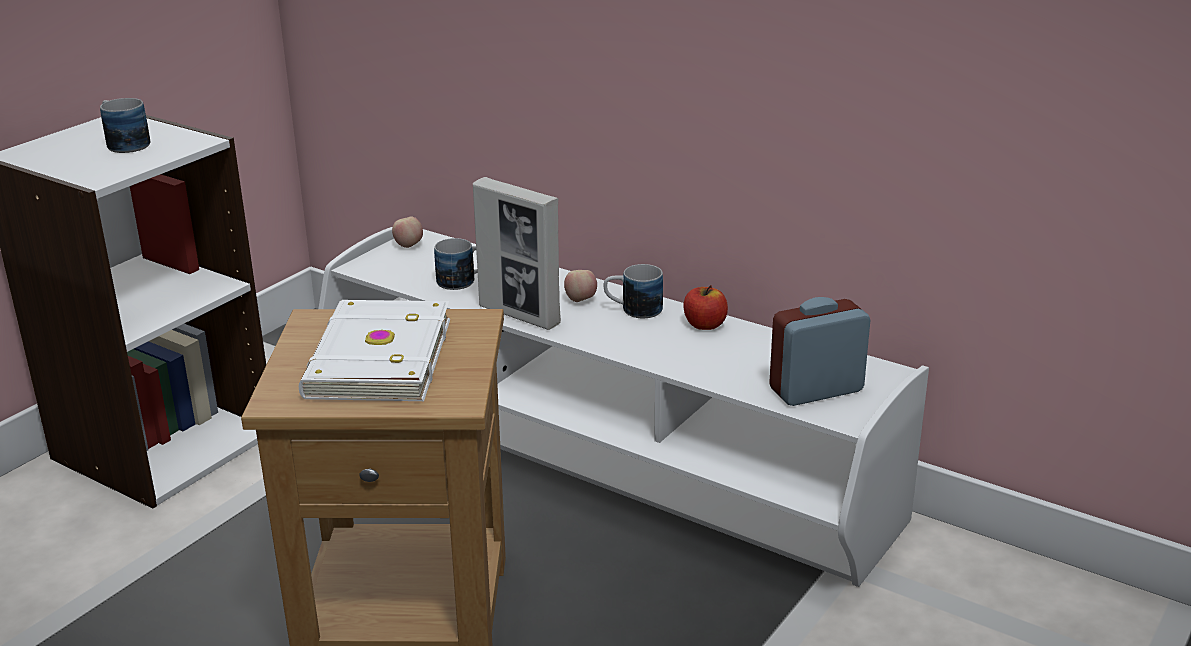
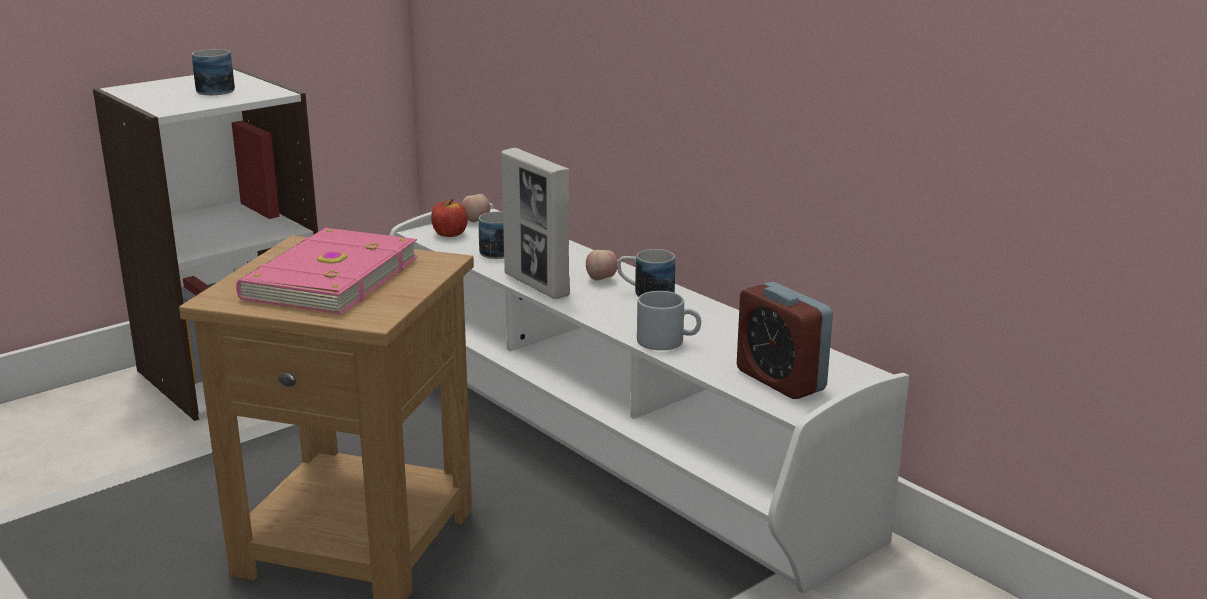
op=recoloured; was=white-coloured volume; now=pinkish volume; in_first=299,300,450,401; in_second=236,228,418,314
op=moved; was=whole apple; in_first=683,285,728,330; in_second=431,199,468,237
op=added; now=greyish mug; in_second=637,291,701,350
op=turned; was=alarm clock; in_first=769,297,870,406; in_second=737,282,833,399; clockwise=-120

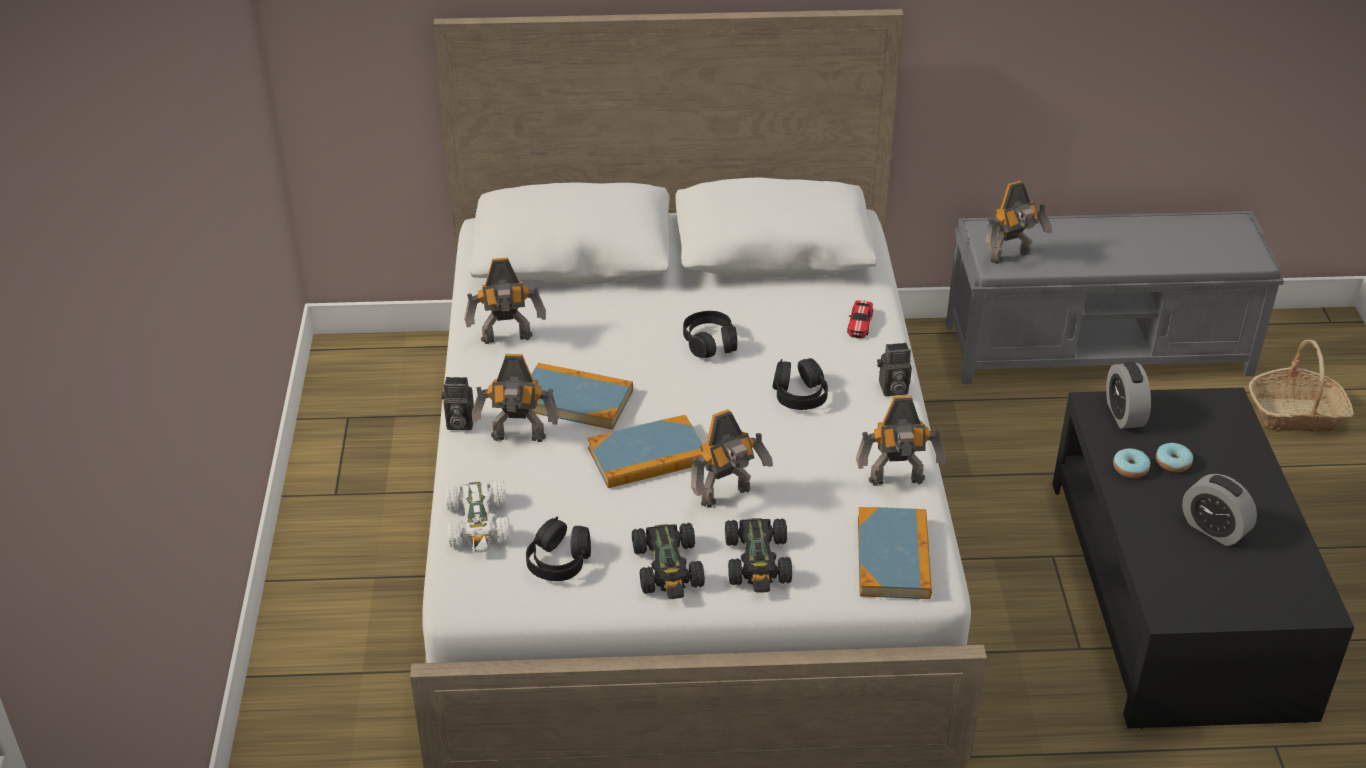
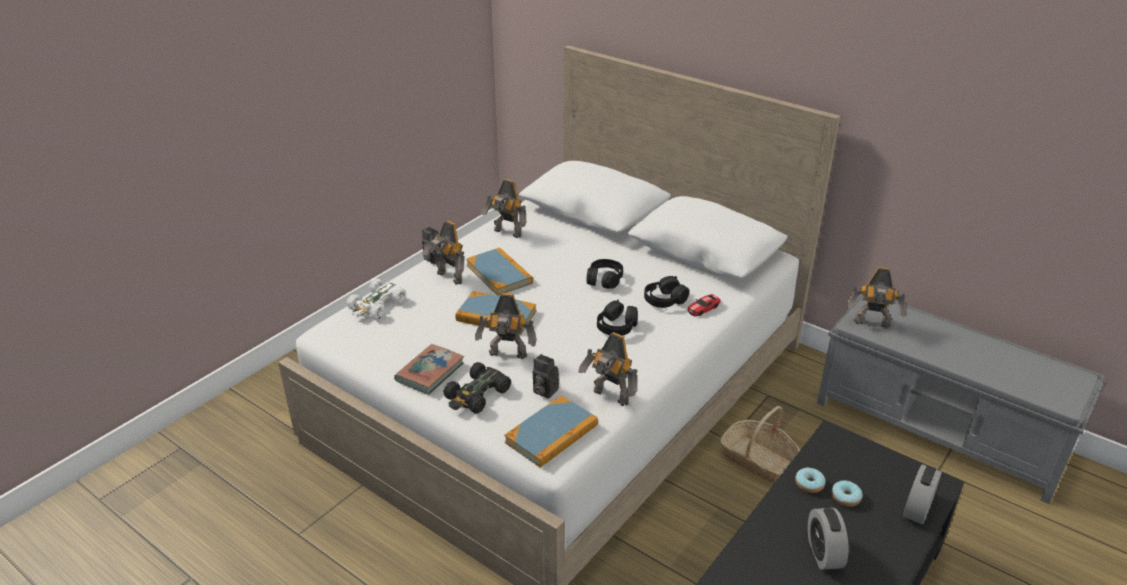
op=replaced; was=black-coloured miniature car; now=volume; in_first=632,523,705,599; in_second=394,344,464,395
op=moved; was=photo camera; in_first=877,343,912,396; in_second=533,354,559,399
op=moved; was=black-coloured headphones; in_first=526,517,591,581; in_second=644,276,689,308
op=moved; was=basket; in_first=1249,340,1354,432; in_second=720,406,800,482
op=moved; was=alarm clock; in_first=1106,362,1151,429; in_second=903,464,942,524

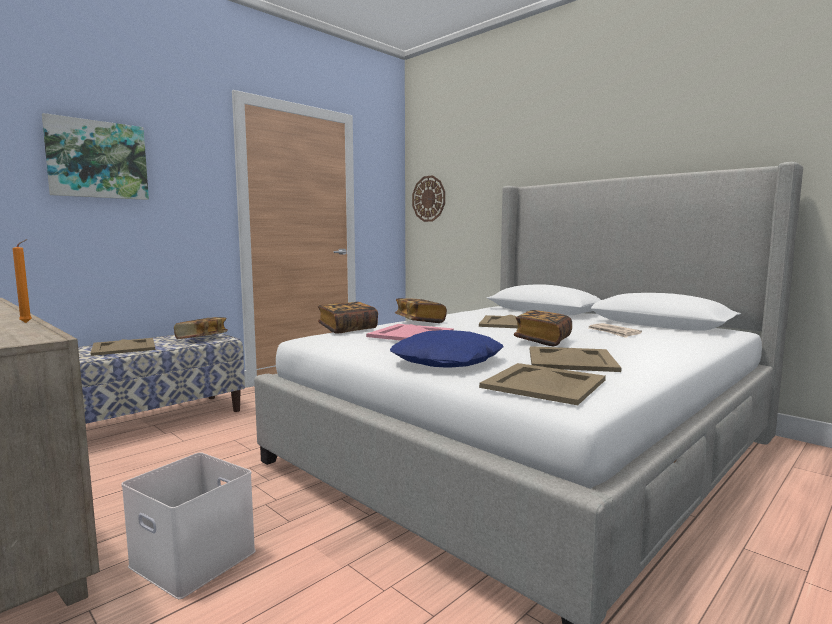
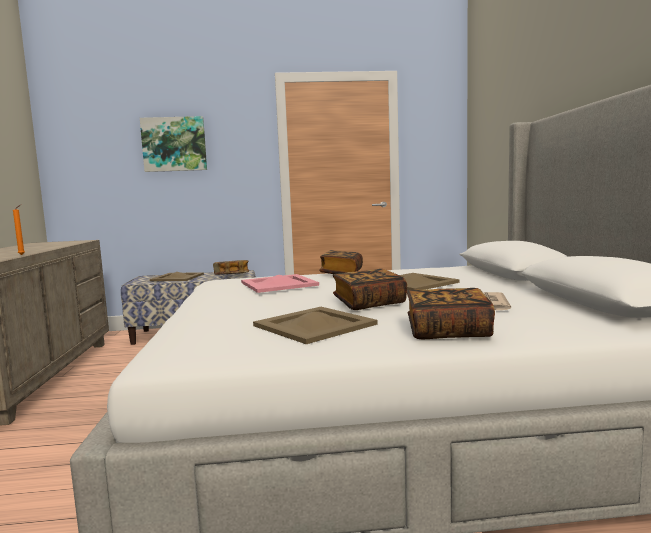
op=moved; was=volume; in_first=318,302,378,334; in_second=407,288,495,339
op=removed; was=white-coloured storage container; in_first=121,452,256,599
op=removed; was=blue pillow; in_first=390,330,504,368
op=removed; was=hanging clock; in_first=412,175,445,222
op=removed; was=sand-coloured tray; in_first=479,363,606,405

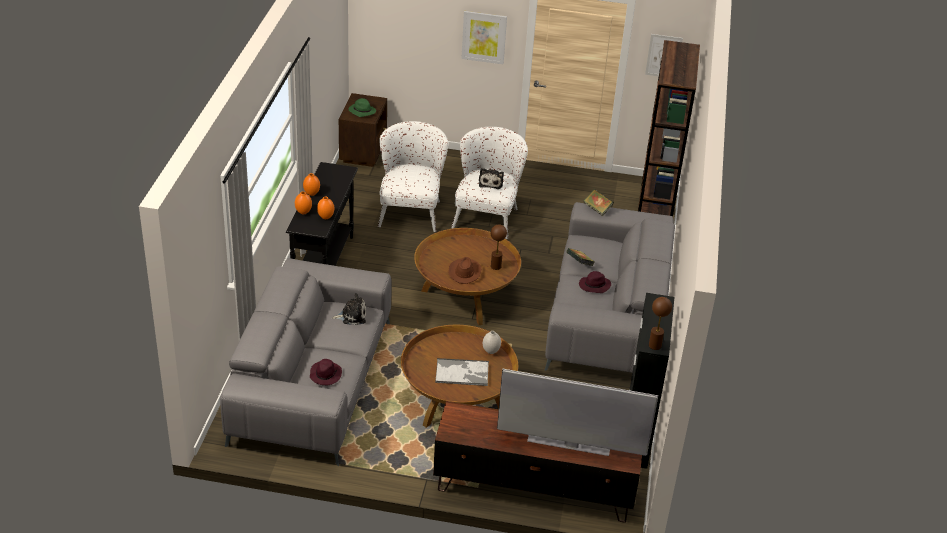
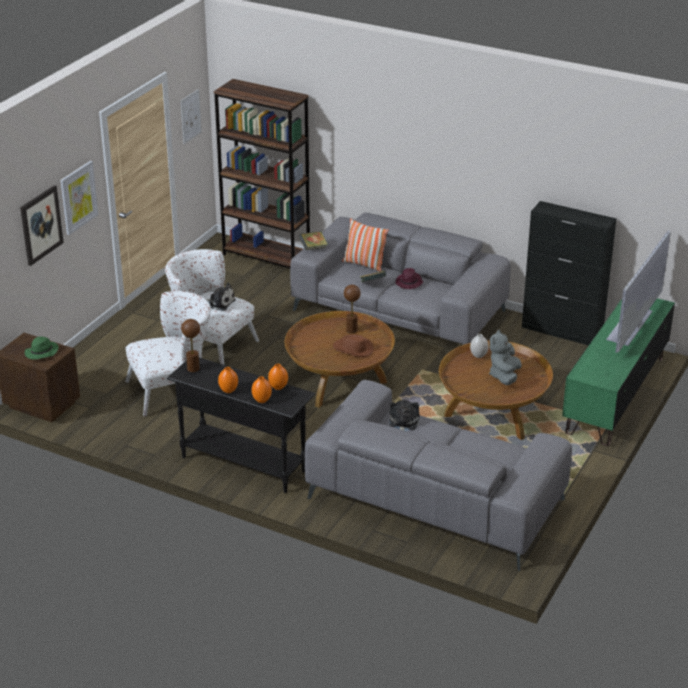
op=added; now=wall art; in_second=20,185,64,266
op=turned; was=white-coloured easy chair; in_first=378,121,449,232; in_second=125,291,211,417; clockwise=135
op=moved; was=brown tabletop lamp; in_first=649,297,672,350; in_second=181,319,200,372
op=added; now=pillow; in_second=342,219,388,271
op=replaced; was=tray; now=greyish soft toy; in_first=435,358,489,386; in_second=489,329,522,385
op=recoloured; was=brown media console; now=greenish media console; in_first=433,401,642,523; in_second=562,298,675,446
op=removed; was=purple clothing hat; in_first=310,359,342,385

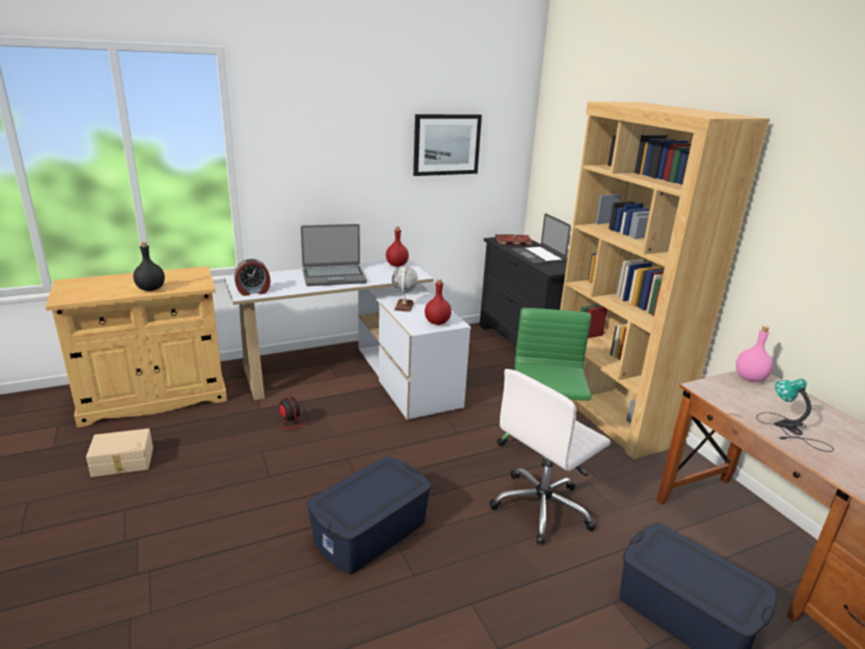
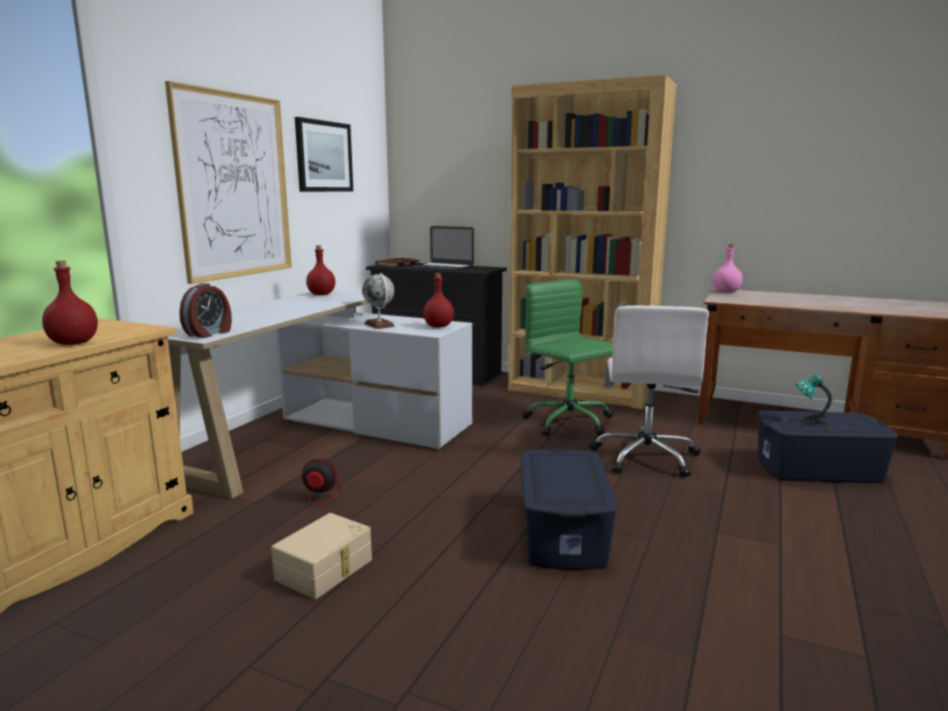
op=recoloured; was=black-coloured bottle; now=red-coloured bottle; in_first=133,242,165,291; in_second=42,261,98,345
op=added; now=wall art; in_second=165,81,292,284
op=moved; was=sand-coloured storage container; in_first=86,428,153,477; in_second=271,513,372,599
op=moved; was=tabletop lamp; in_first=756,378,834,452; in_second=785,374,859,432
op=removed; was=notebook computer; in_first=301,224,367,286

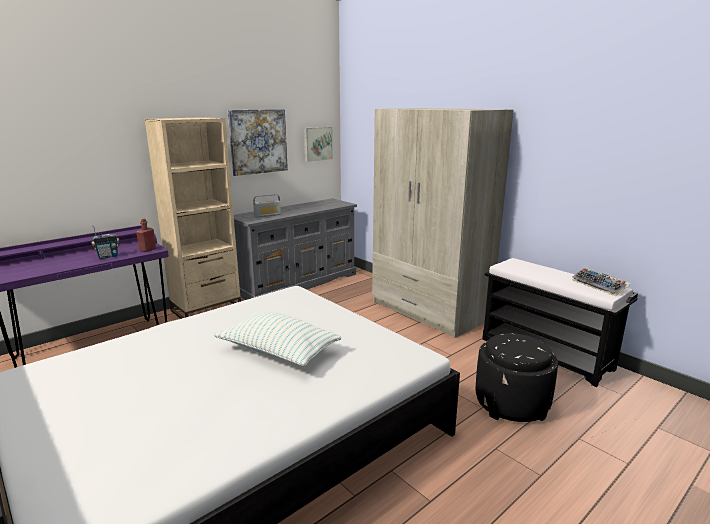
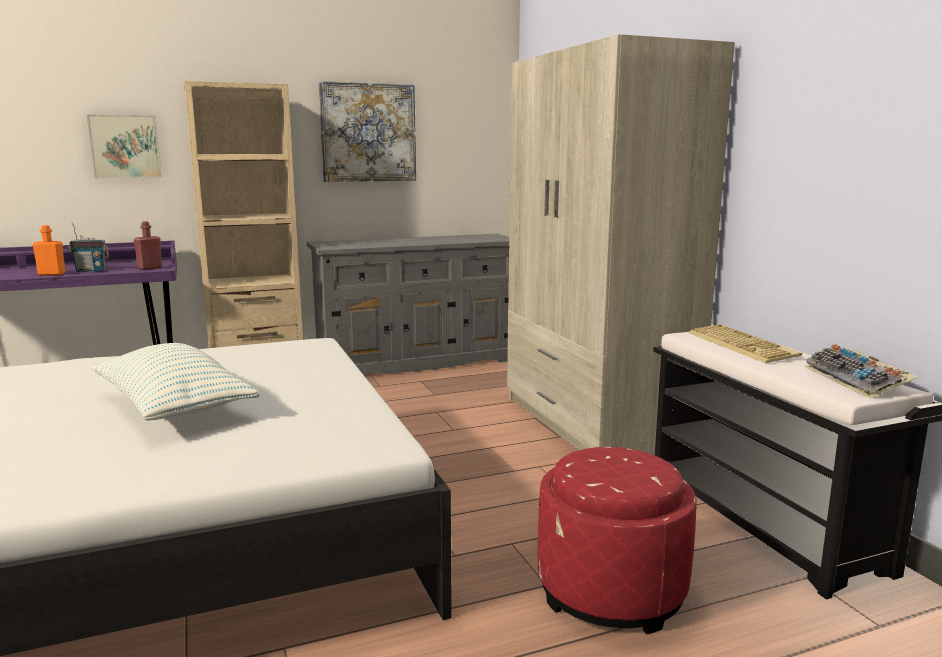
op=added; now=orange bottle; in_second=33,225,66,276
op=moved; was=wall art; in_first=304,127,333,162; in_second=87,114,162,178
op=recoloured; was=black-coloured footrest; now=red-coloured footrest; in_first=475,333,558,422; in_second=538,447,697,634
op=added; now=computer keyboard; in_second=689,324,802,363
op=removed; was=radio set; in_first=253,194,281,218

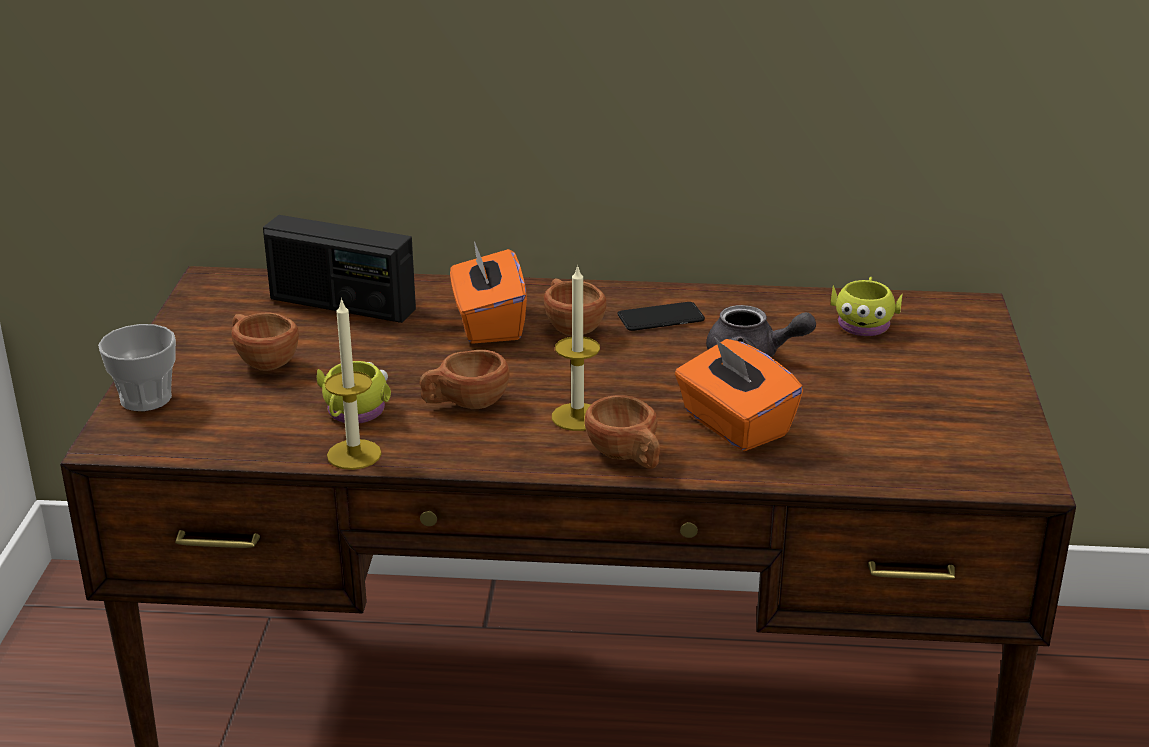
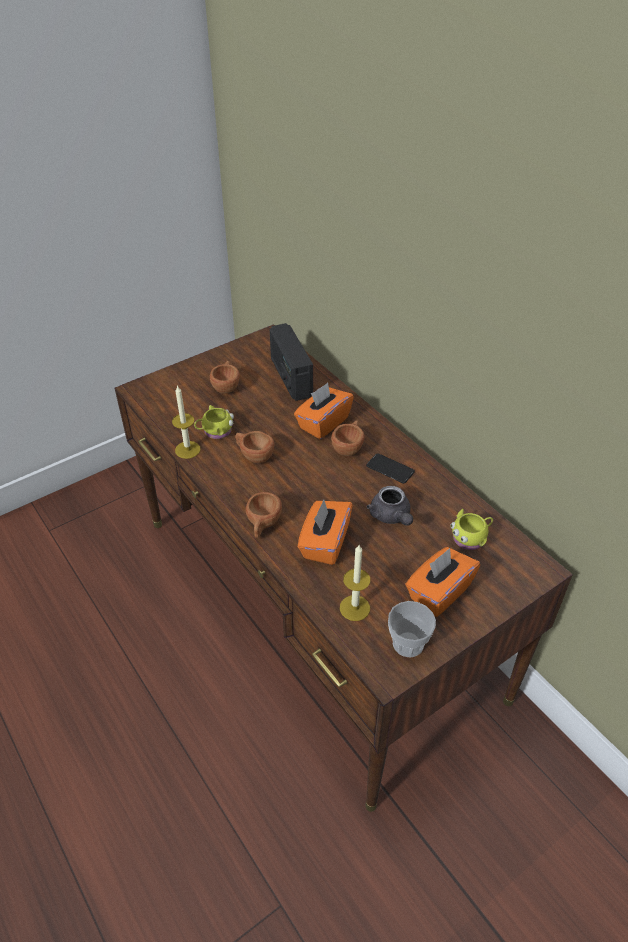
op=moved; was=wax light; in_first=552,264,600,431; in_second=340,545,370,621
op=moved; was=small cup; in_first=98,324,176,411; in_second=388,601,436,658
op=added; now=orange tissue box; in_second=405,547,480,617

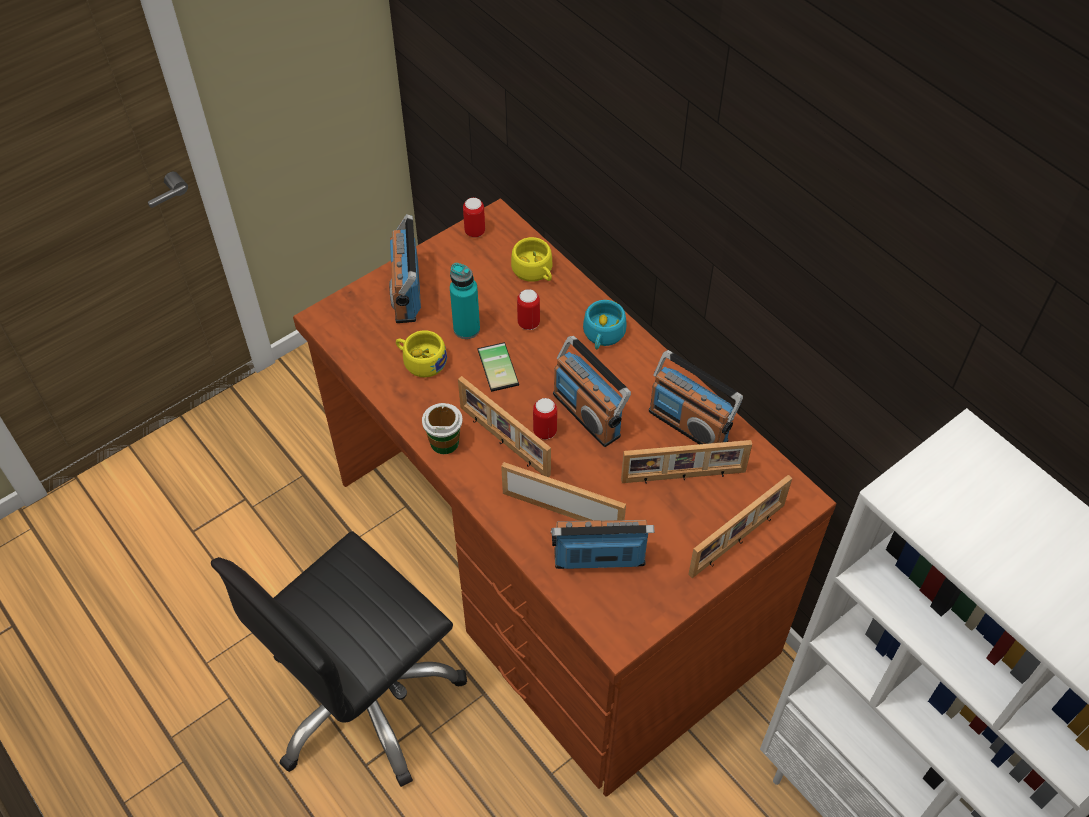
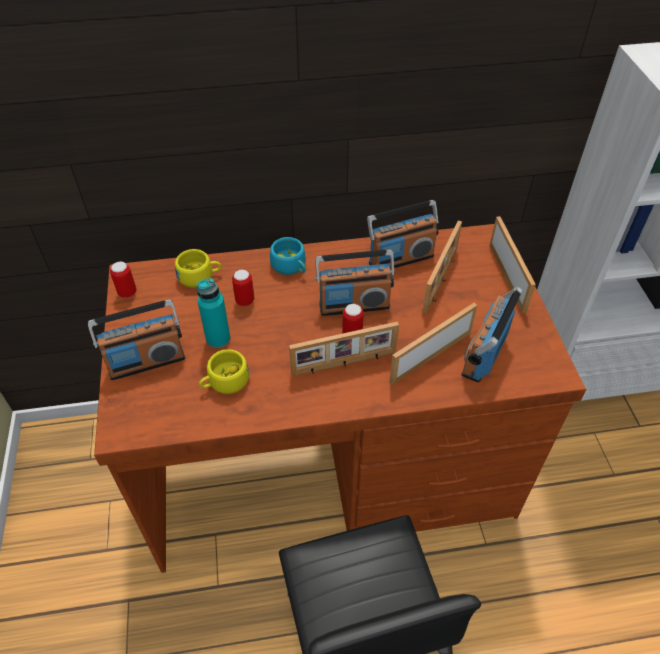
op=turned; was=radio set; in_first=389,214,421,323; in_second=88,299,185,380; clockwise=-45
op=removed; was=small cup; in_first=422,403,463,454
op=removed; was=phone; in_first=477,342,519,392

